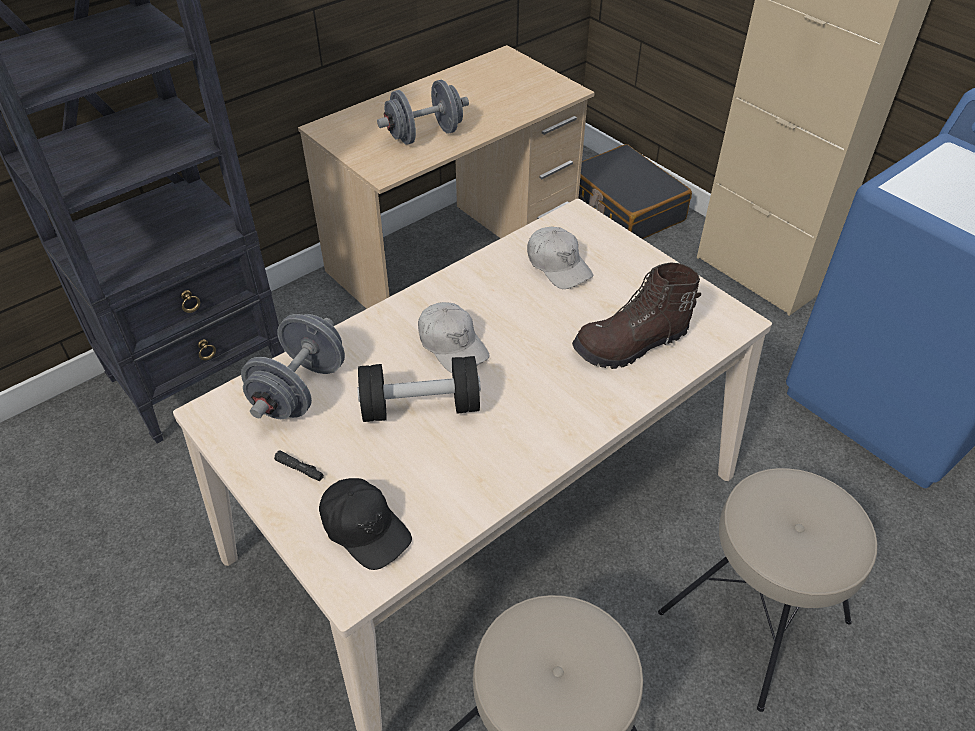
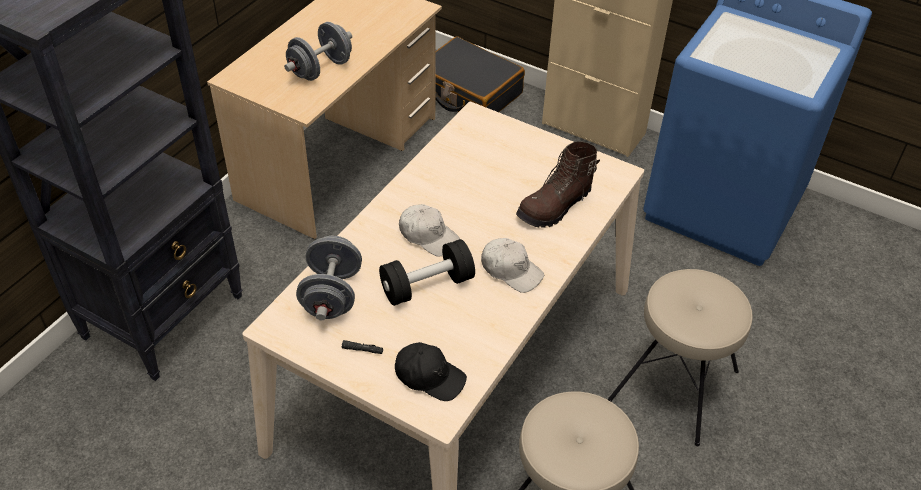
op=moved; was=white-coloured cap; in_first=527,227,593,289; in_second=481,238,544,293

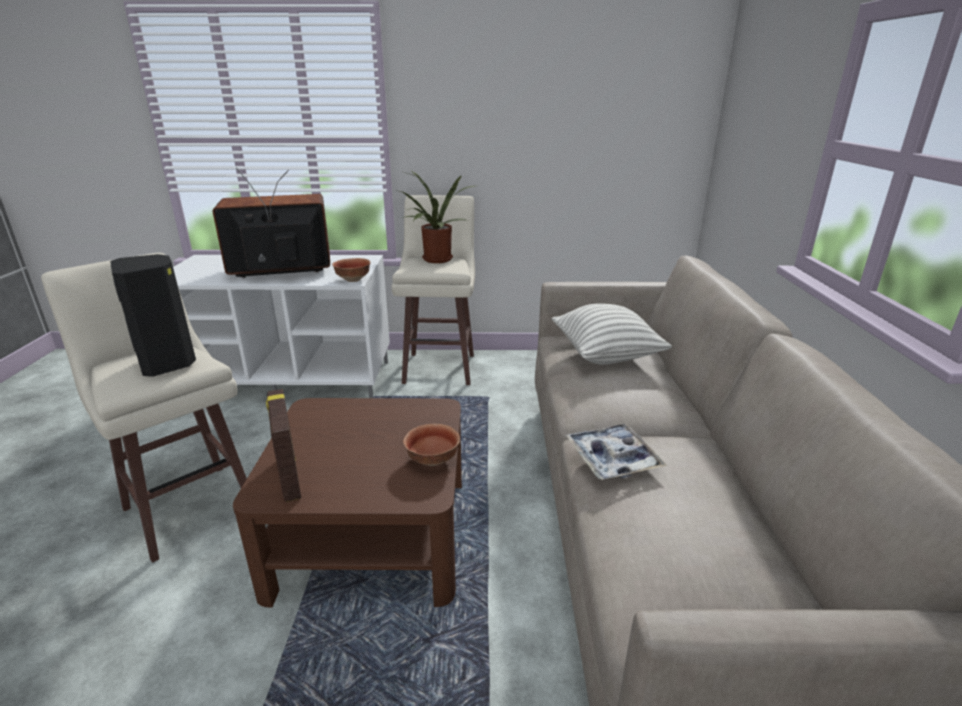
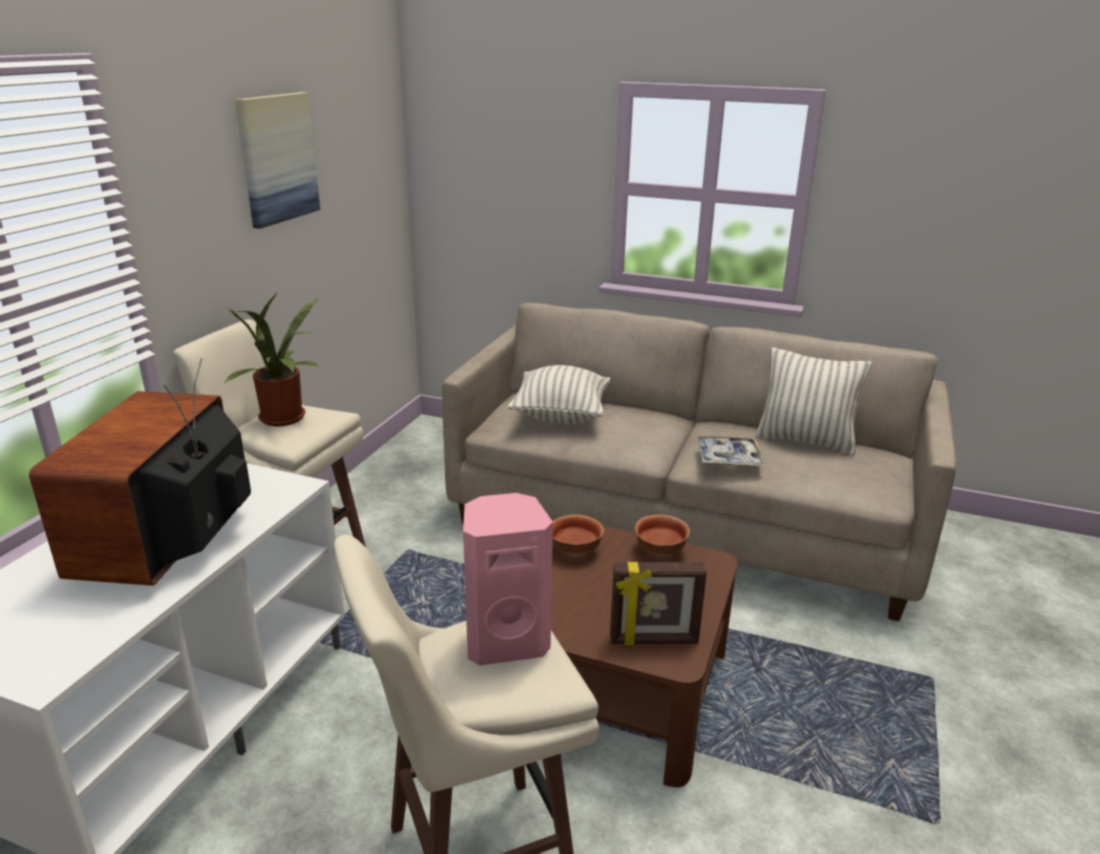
op=added; now=wall art; in_second=235,92,320,229
op=recoloured; was=black-coloured speaker; now=pinkish speaker; in_first=110,254,196,377; in_second=463,493,553,666
op=moved; was=deep dish; in_first=332,258,371,282; in_second=552,514,604,556
op=added; now=pillow; in_second=755,347,872,456

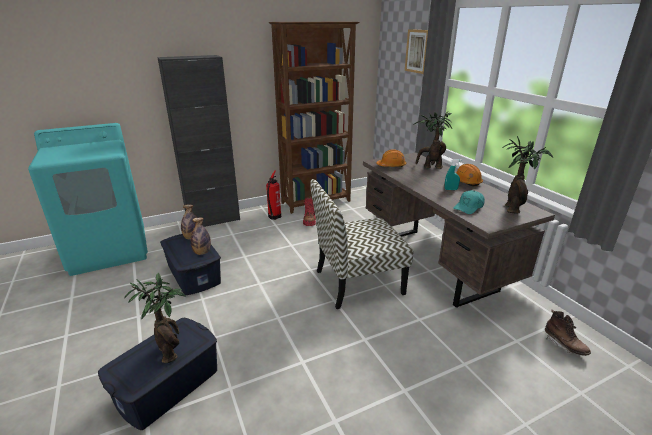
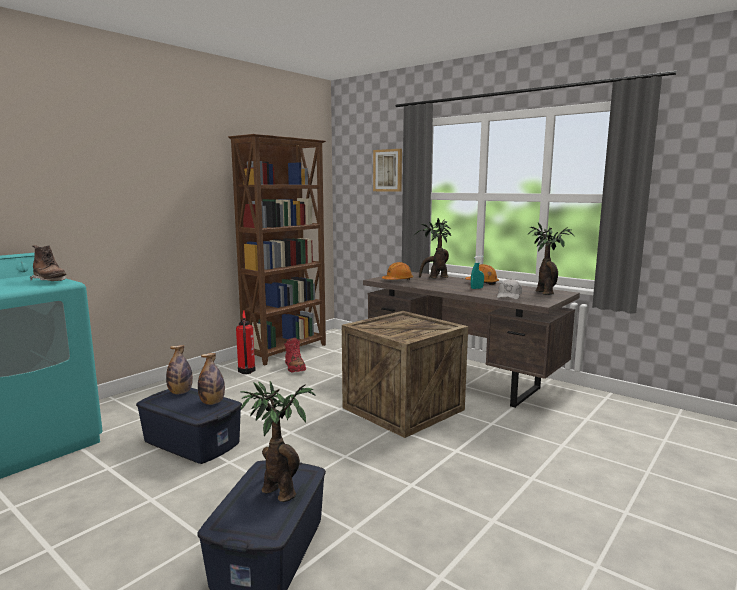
op=moved; was=brown tall boot; in_first=545,310,591,356; in_second=30,245,67,281
op=replaced; was=plain chair; now=shipping crate; in_first=310,179,413,309; in_second=342,311,468,438
op=recoloured; was=turquoise cap; now=white-coloured cap; in_first=453,190,485,214; in_second=497,279,522,300
op=removed; was=black-coloured cabinet; in_first=158,55,240,227

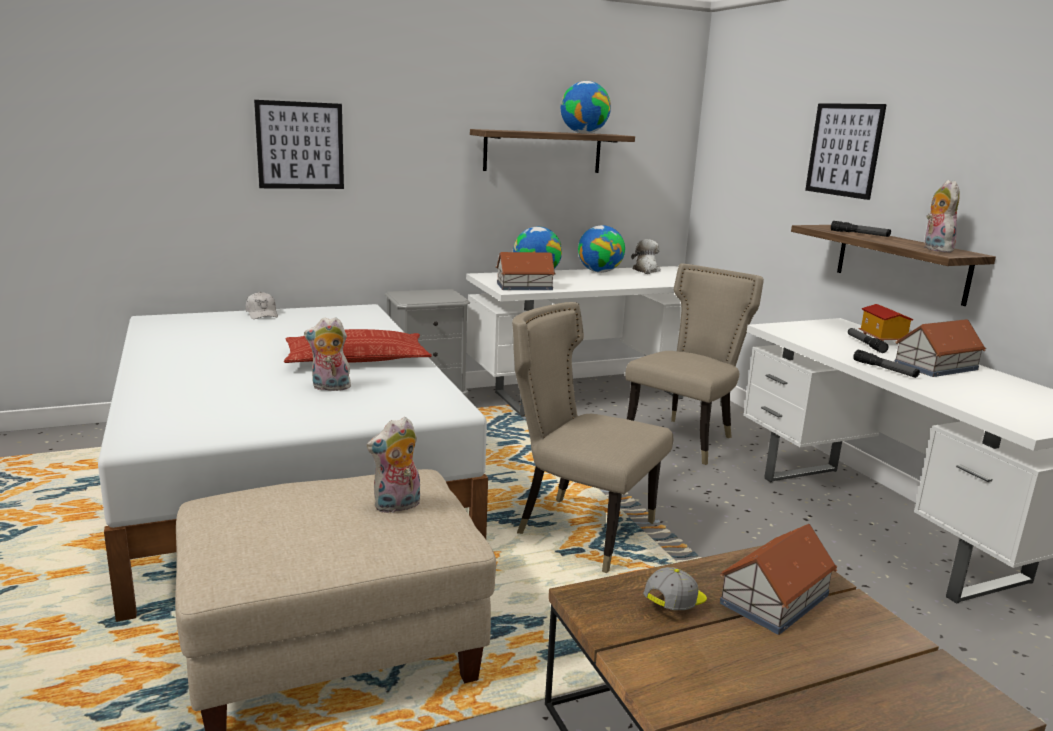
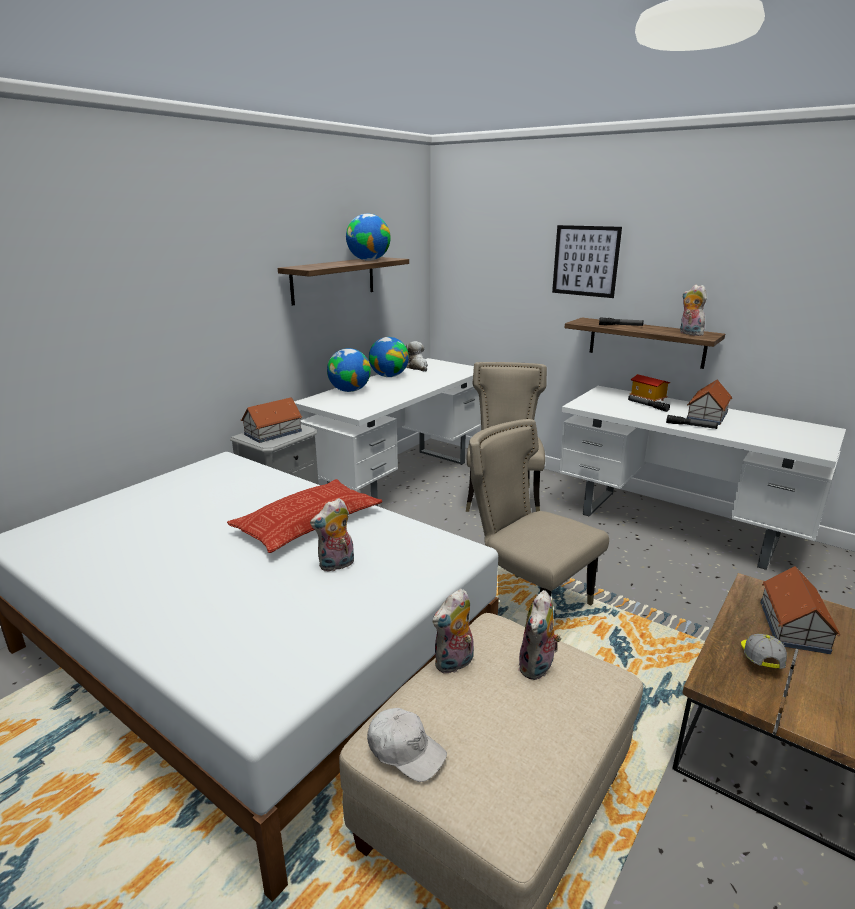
op=moved; was=miniature house; in_first=496,252,555,290; in_second=241,397,302,443
op=moved; was=white-coloured cap; in_first=246,292,278,319; in_second=367,708,447,782
op=added; now=soft toy; in_second=432,589,474,673
op=turned; was=sand-coloured plain chair; in_first=512,302,673,573; in_second=469,419,609,606; clockwise=45
op=removed; was=wall art; in_first=254,100,344,189

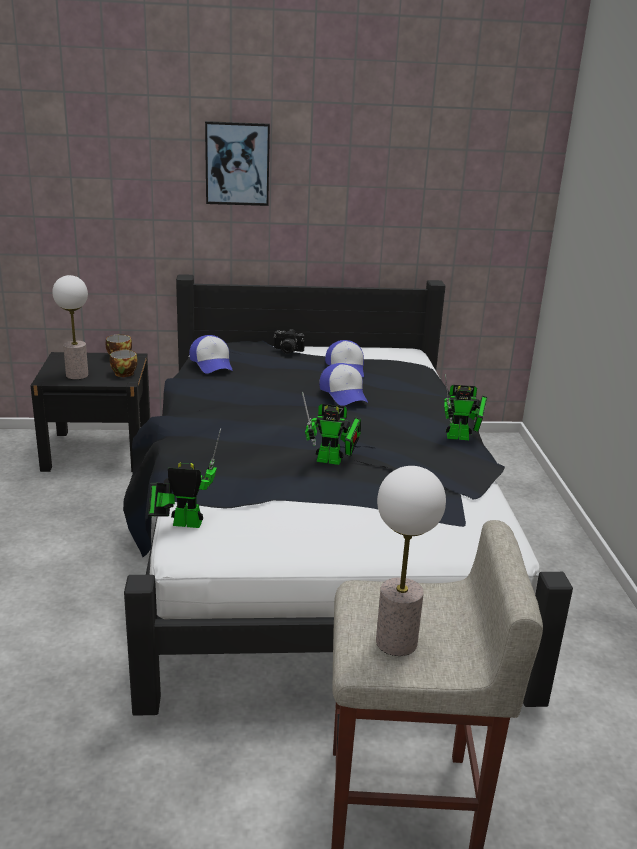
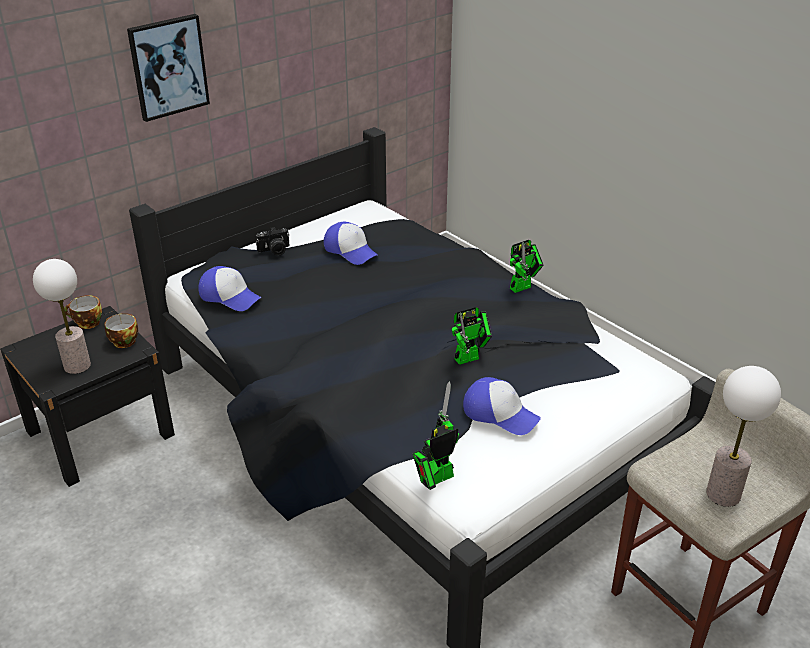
op=moved; was=cap; in_first=319,363,368,406; in_second=463,377,541,435

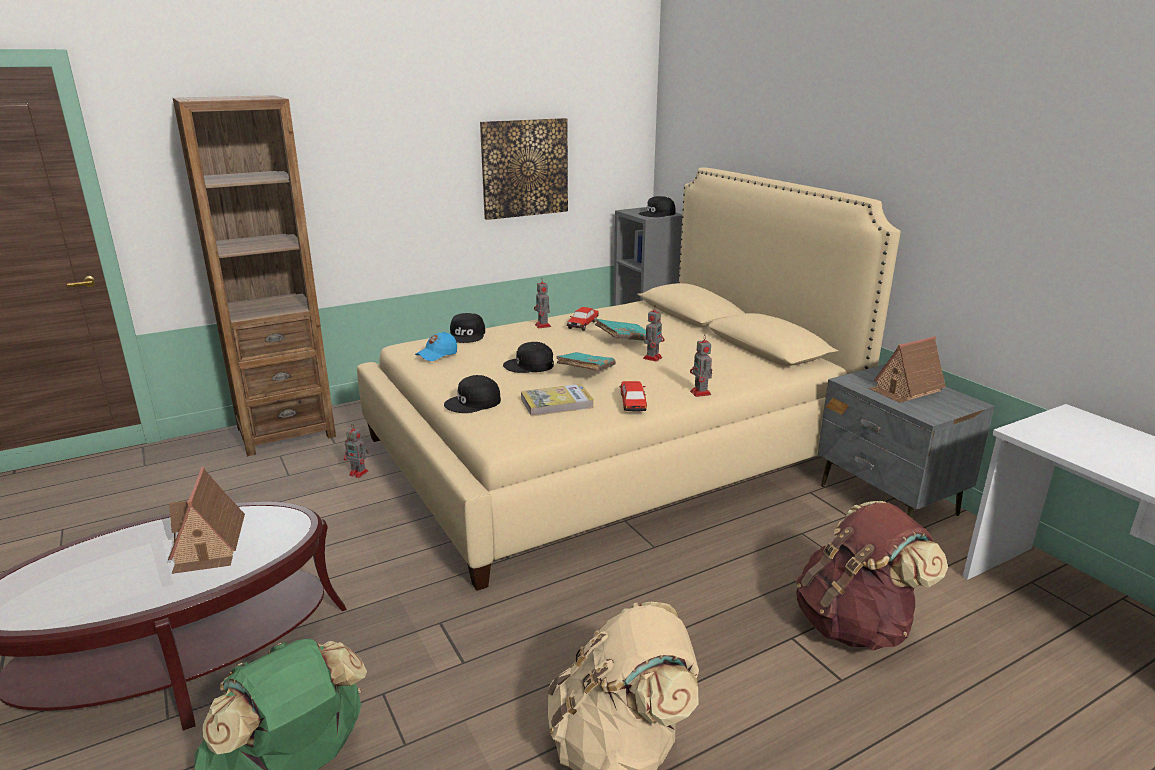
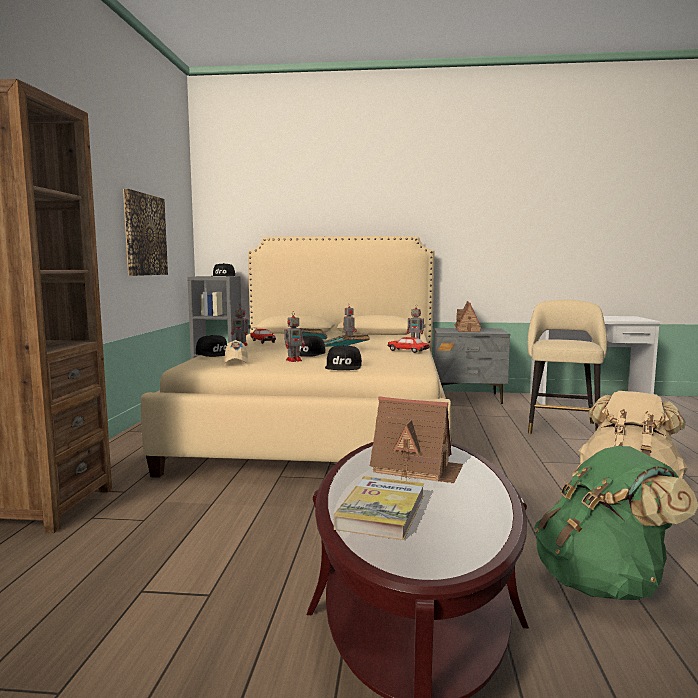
op=recoloured; was=blue cap; now=sand-coloured cap; in_first=415,332,457,361; in_second=224,340,248,363
op=moved; was=toy robot; in_first=344,425,369,478; in_second=284,311,305,362
op=moved; was=volume; in_first=521,384,594,416; in_second=334,476,424,540
op=replaced; was=brown rucksack; now=sand-coloured sitting stool; in_first=796,501,948,651; in_second=527,300,607,434

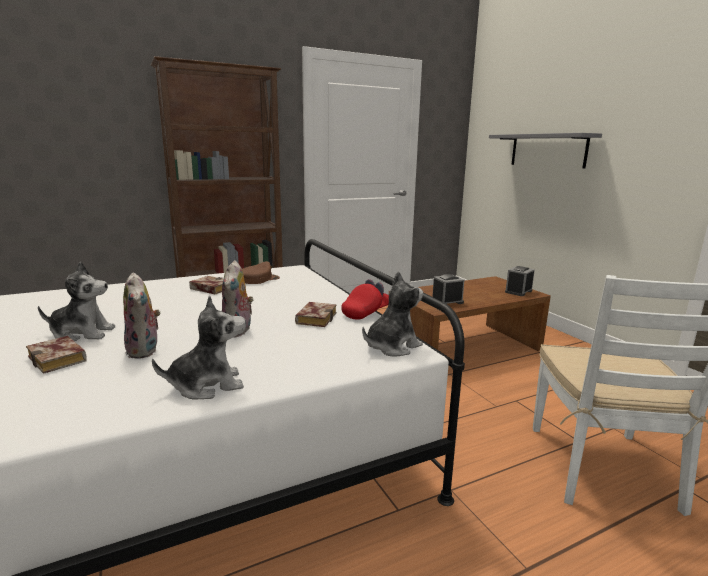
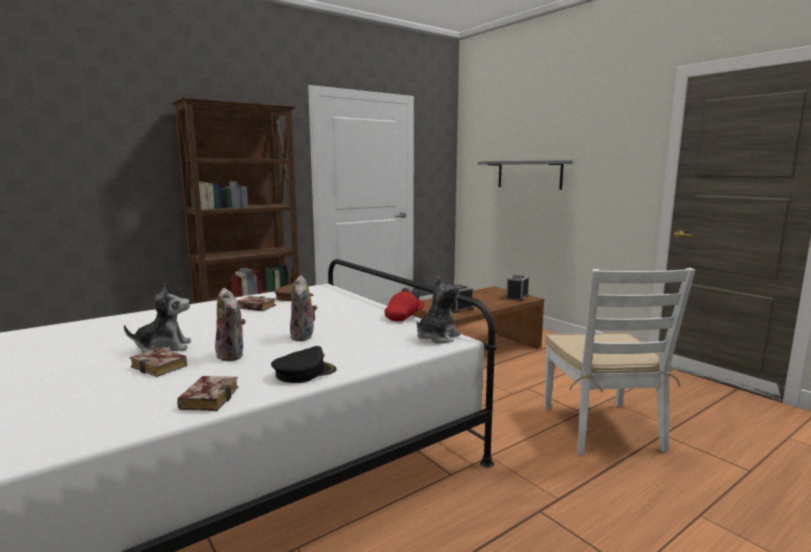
op=moved; was=volume; in_first=295,302,337,327; in_second=177,376,238,411
op=replaced; was=soft toy; now=black-coloured cap; in_first=152,295,246,399; in_second=271,346,337,383

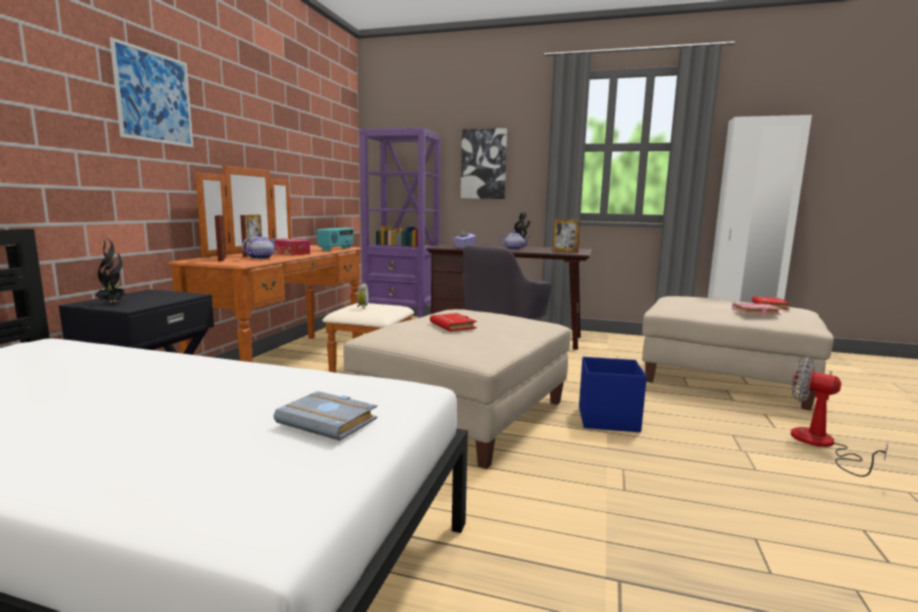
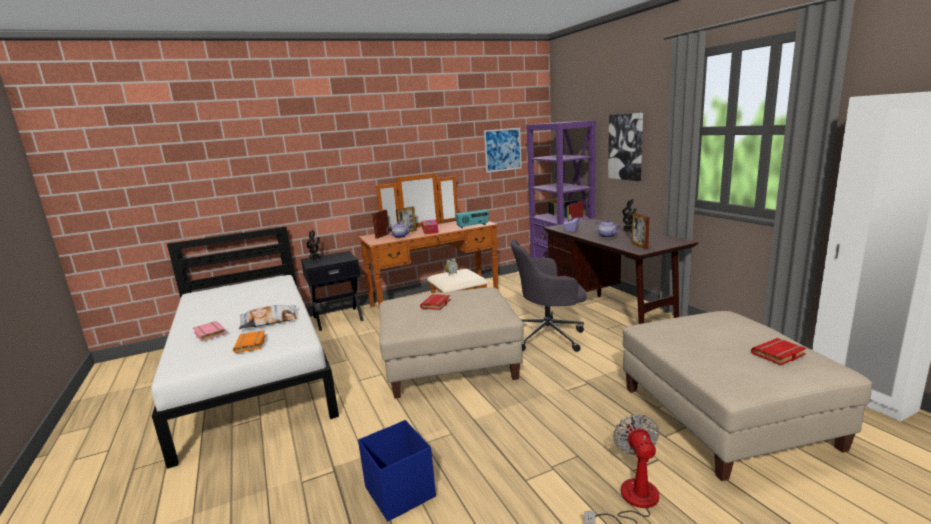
op=moved; was=pinkish volume; in_first=732,303,781,315; in_second=193,321,227,341
op=recoloured; was=greyish volume; now=orange volume; in_first=274,391,377,441; in_second=233,330,266,353
op=added; now=pillow; in_second=239,305,296,329
op=moved; was=blue storage container; in_first=579,357,647,432; in_second=358,420,436,521
op=moved; was=wall art; in_first=110,37,193,147; in_second=484,128,522,173

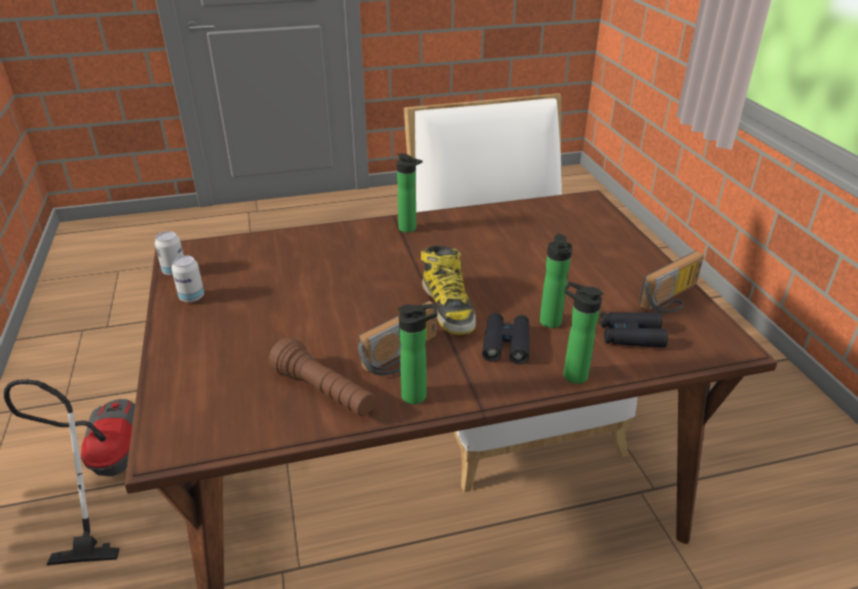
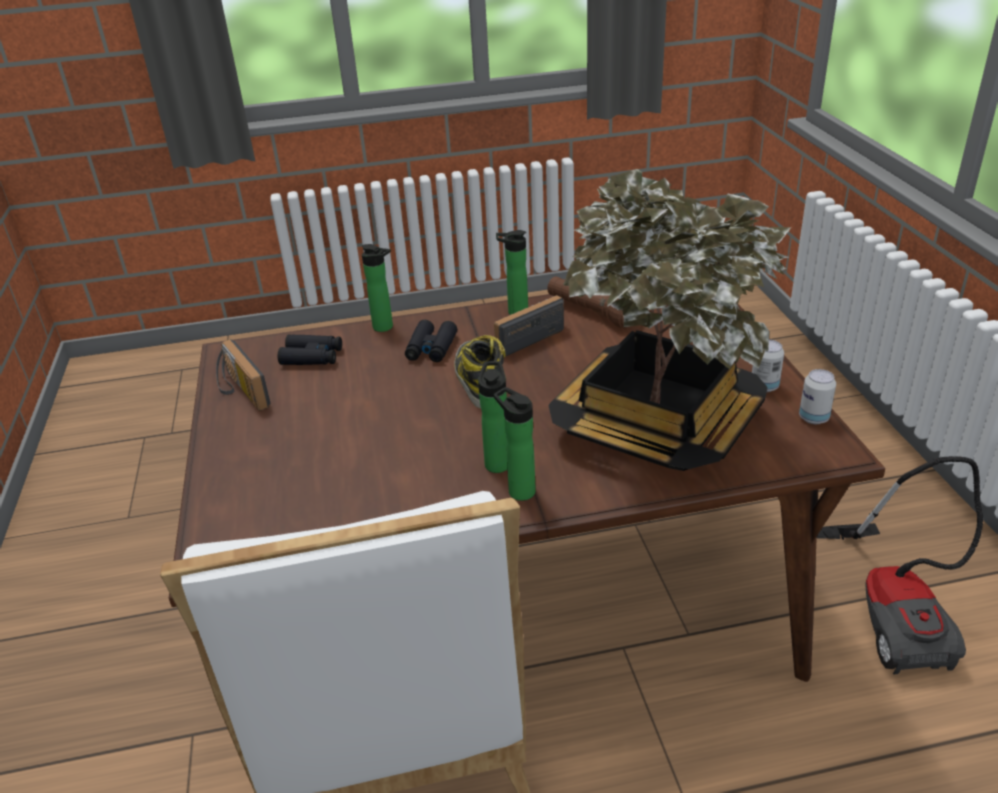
op=turned; was=radio set; in_first=639,251,704,314; in_second=216,339,270,411; clockwise=-90
op=moved; was=bottle; in_first=540,234,572,328; in_second=478,361,507,473
op=added; now=plant in a pot; in_second=548,169,791,471

